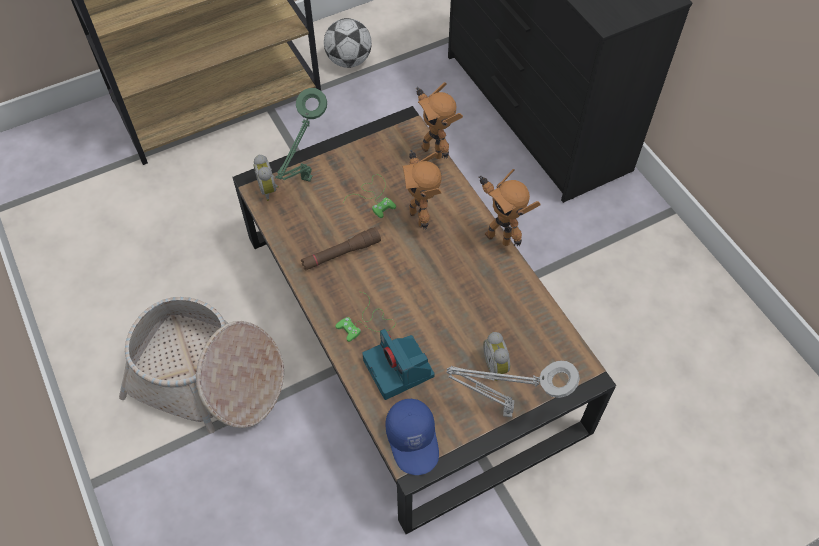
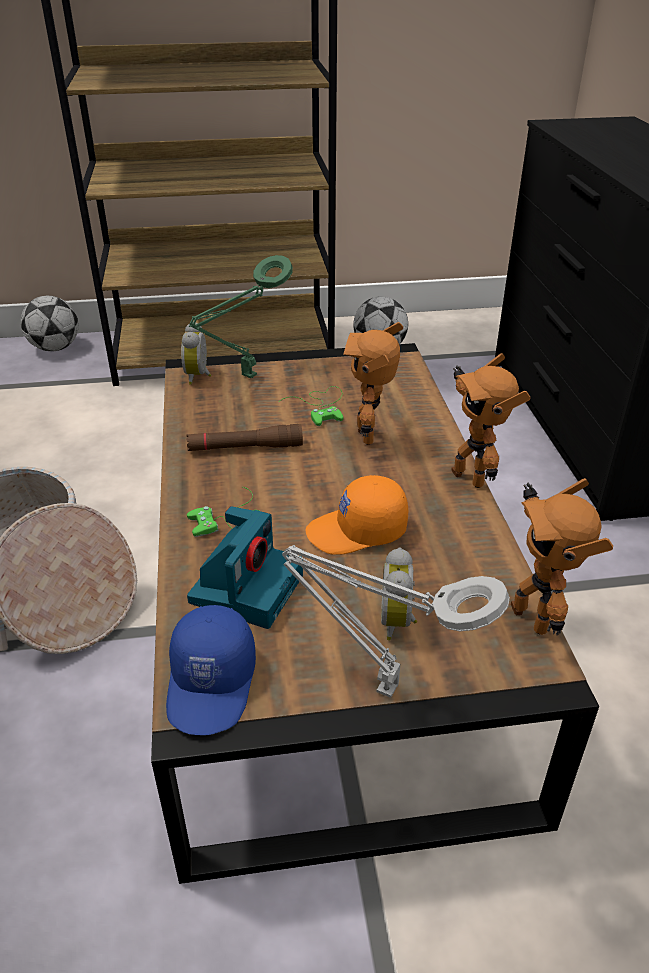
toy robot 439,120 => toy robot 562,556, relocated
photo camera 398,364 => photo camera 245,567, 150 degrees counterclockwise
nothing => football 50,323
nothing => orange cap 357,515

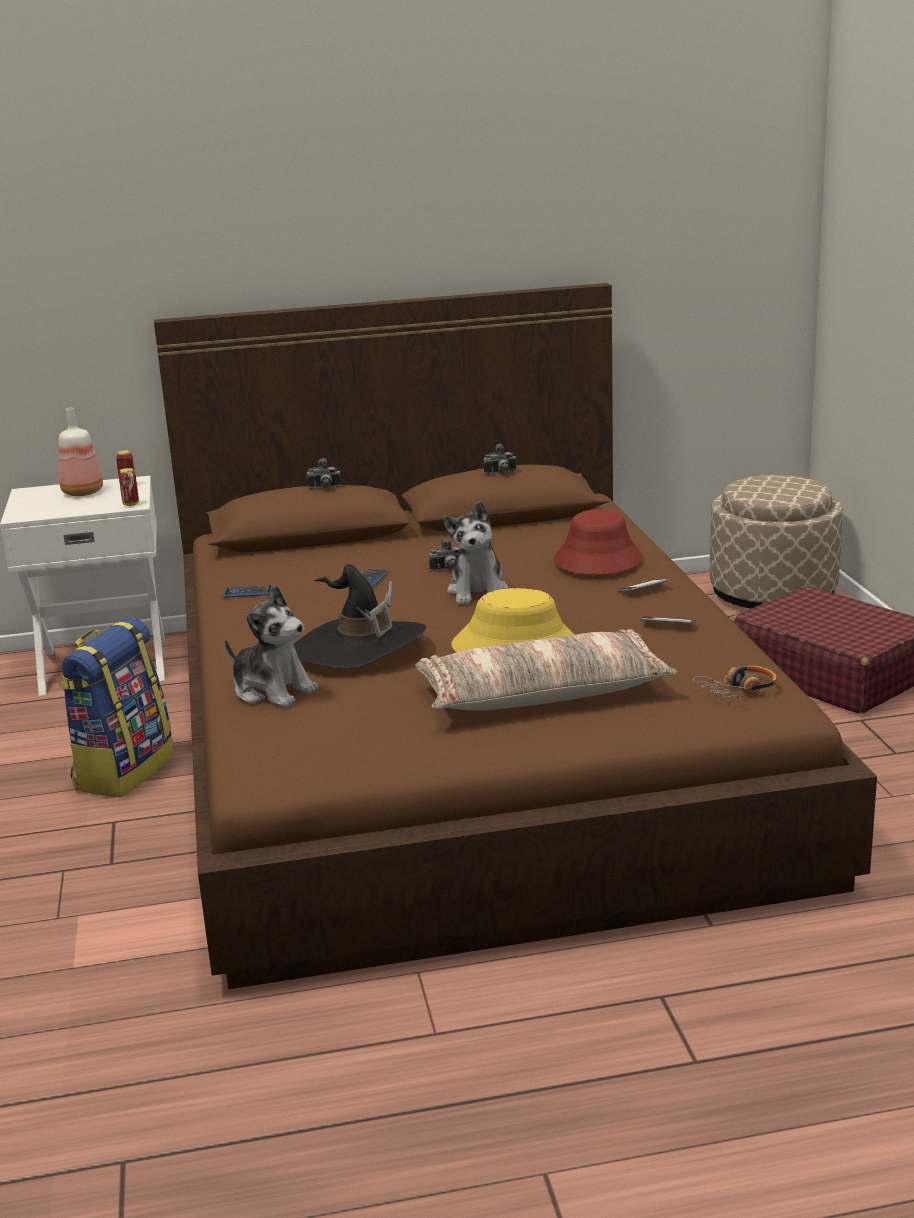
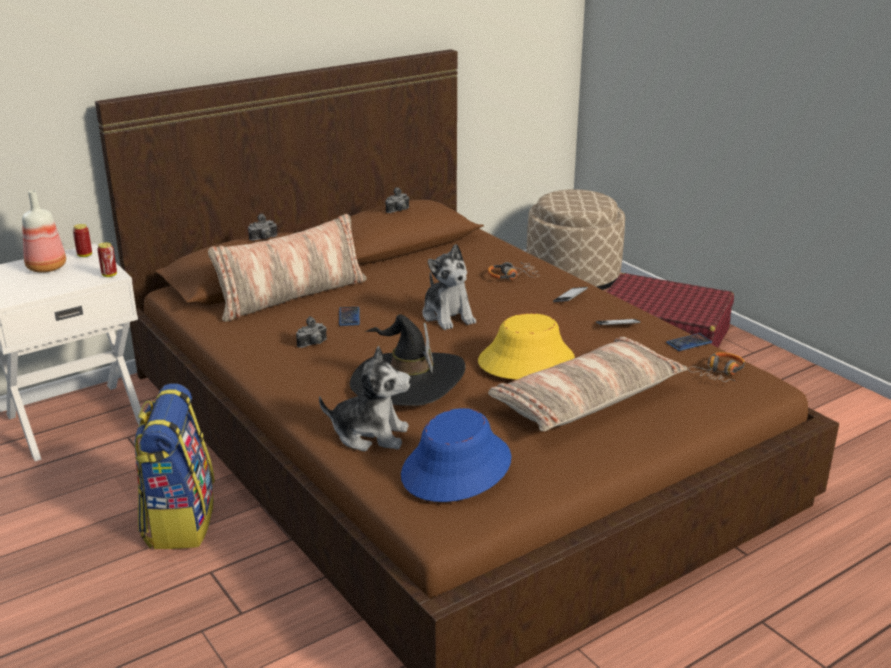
red hat 598,542 => headphones 514,270
photo camera 445,554 => photo camera 311,332, relocated
phone 248,591 => phone 689,342, relocated
nothing => pillow 287,268
nothing => blue hat 456,455

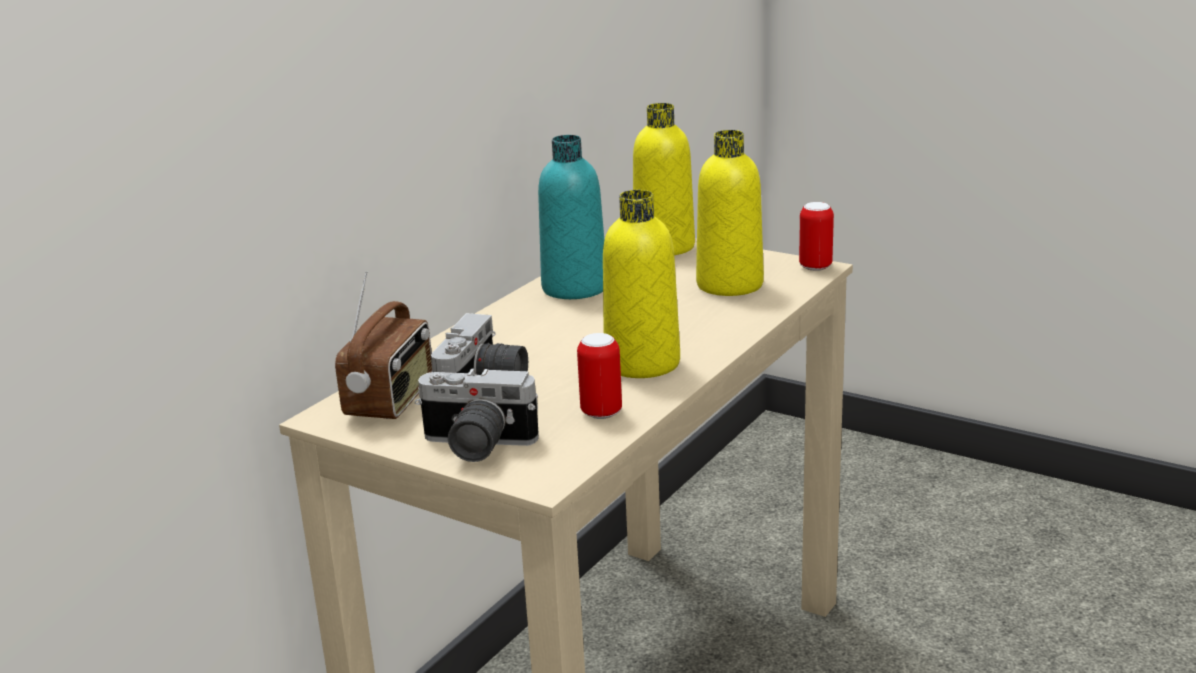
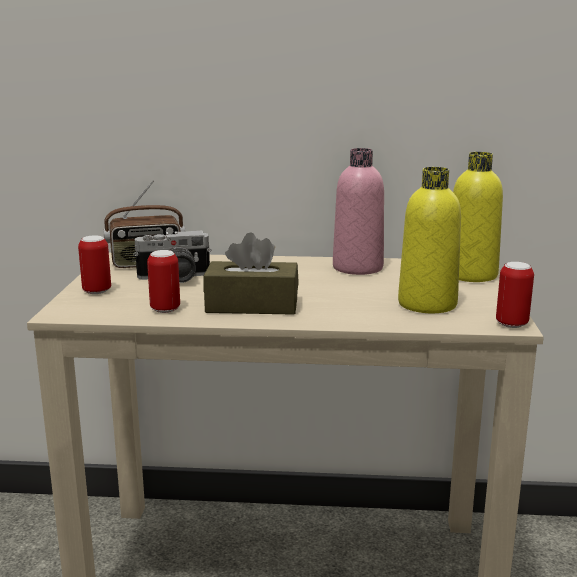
turquoise bottle 571,217 => pink bottle 358,211
yellow bottle 641,284 => brown tissue box 251,273
photo camera 477,415 => can 94,265

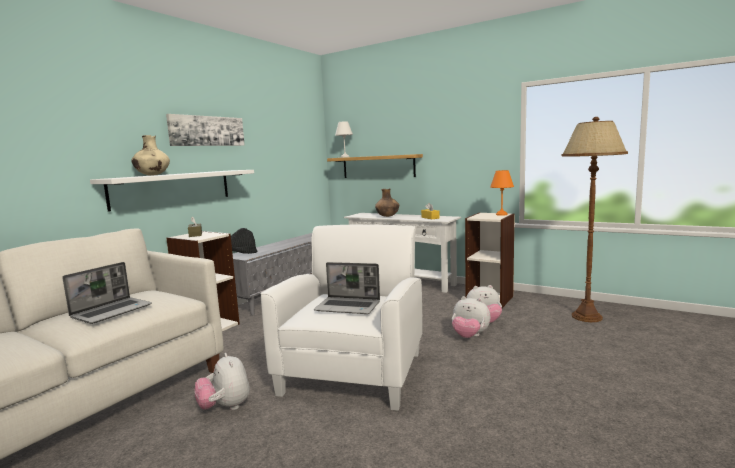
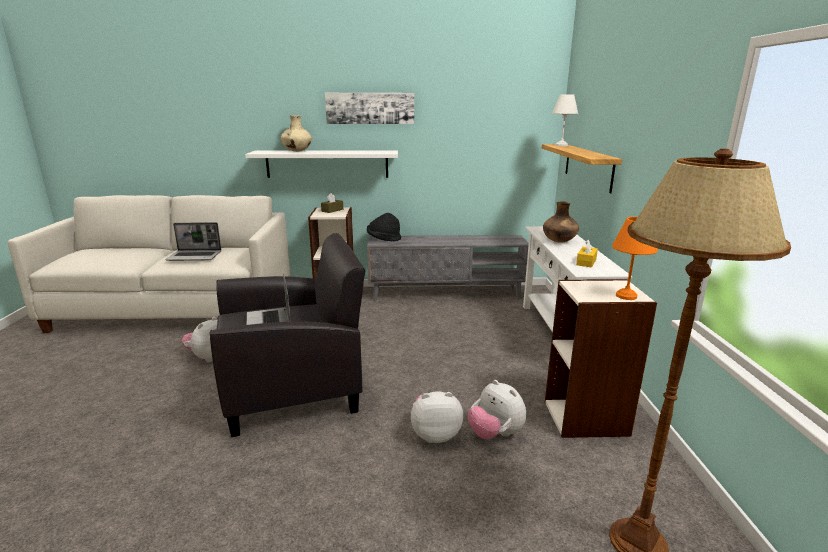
white armchair 341,317 => black armchair 287,335
plush toy 471,317 => plush toy 437,417, 90 degrees clockwise

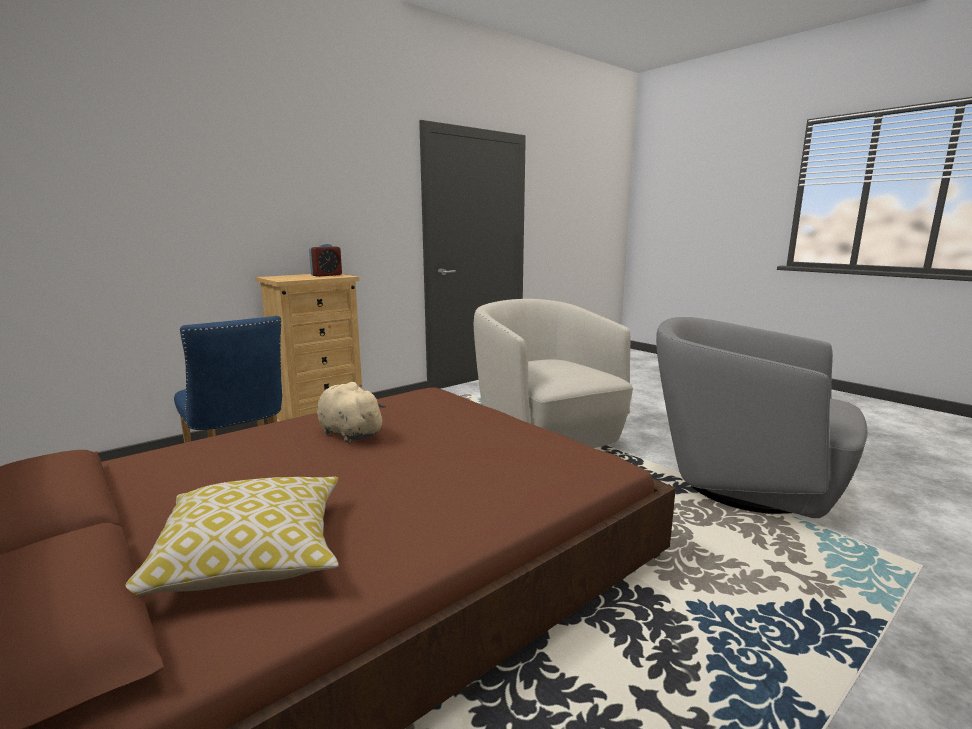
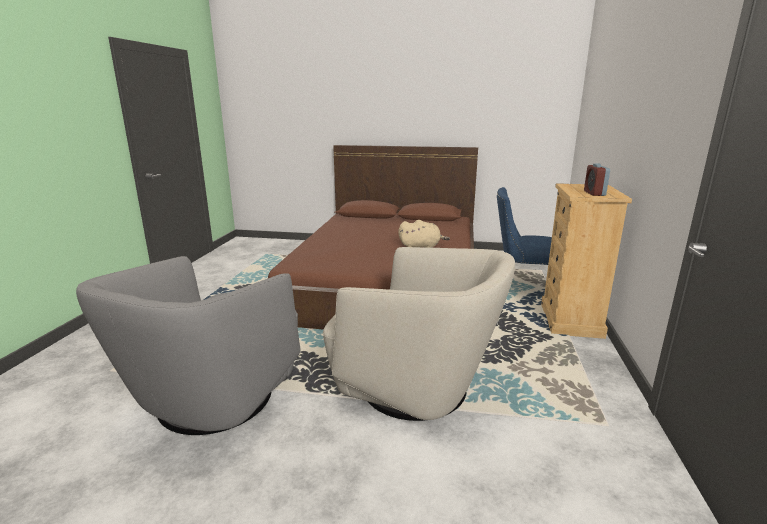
grey armchair 761,417 => grey armchair 188,345, 120 degrees clockwise
pillow 232,536 => nothing

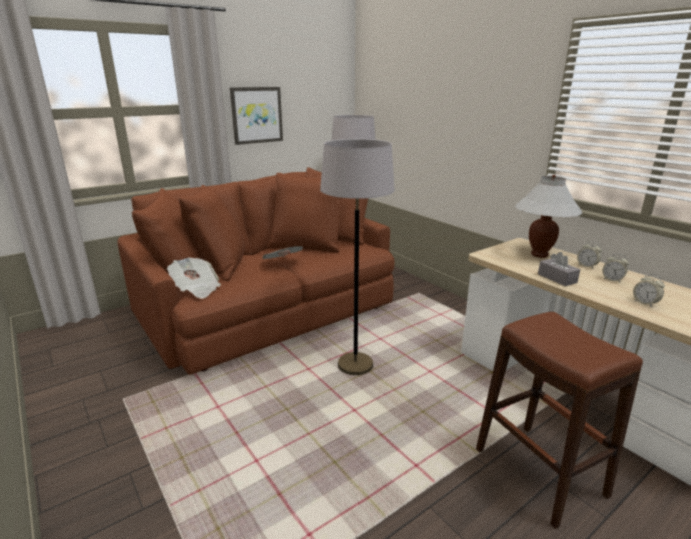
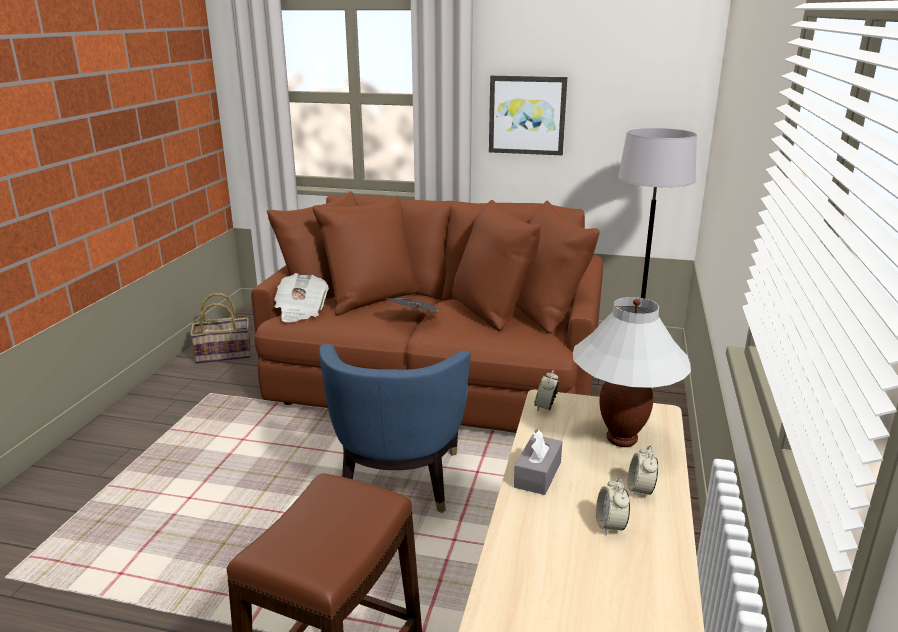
grey floor lamp 357,257 => blue armchair 395,428
alarm clock 649,290 => alarm clock 546,391, relocated
nothing => basket 220,328

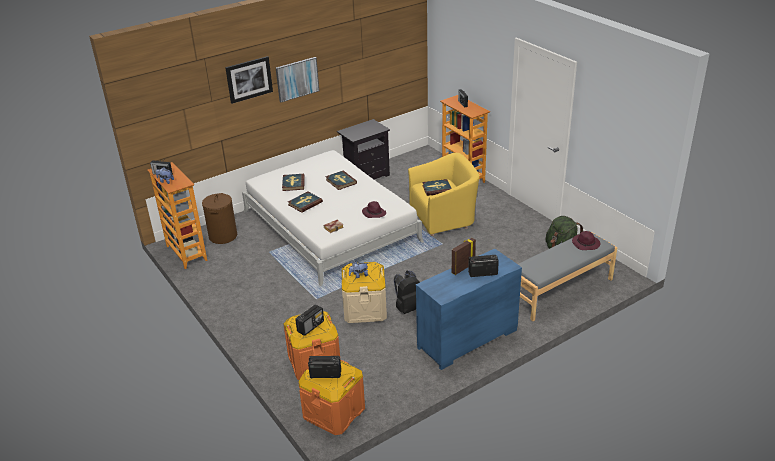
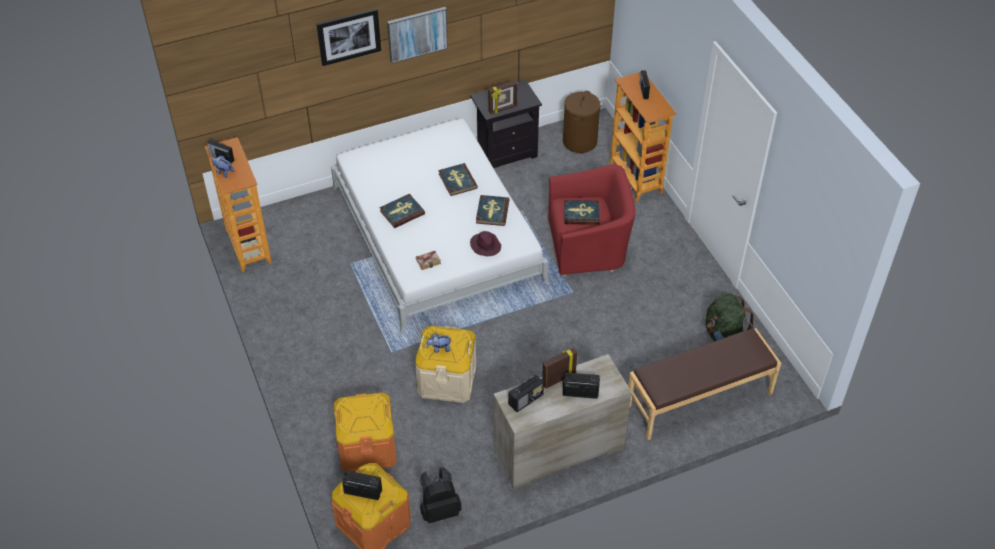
yellow armchair 443,194 => red armchair 592,220
book 293,182 => book 493,210, relocated
brown laundry basket 219,218 => brown laundry basket 582,122, relocated
grey bench 568,276 => brown bench 704,384
purple hat 586,240 => nothing
blue dresser 469,309 => beige dresser 563,422
black backpack 407,292 => black backpack 441,495, relocated
radio 309,320 => radio 526,393, relocated
nothing => picture frame 502,97

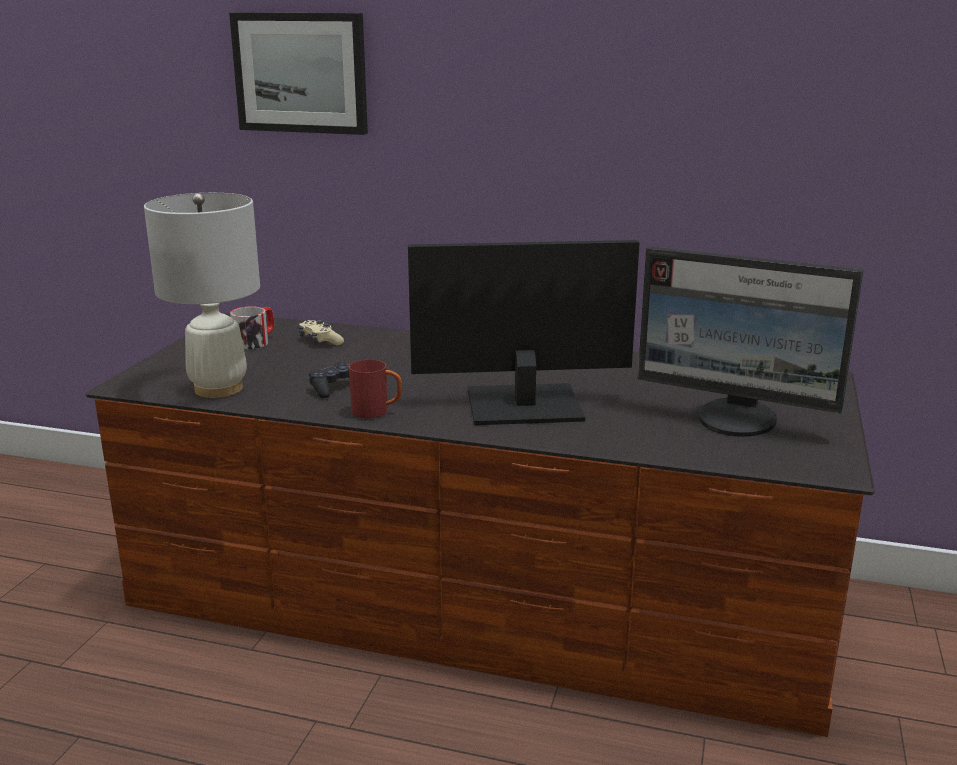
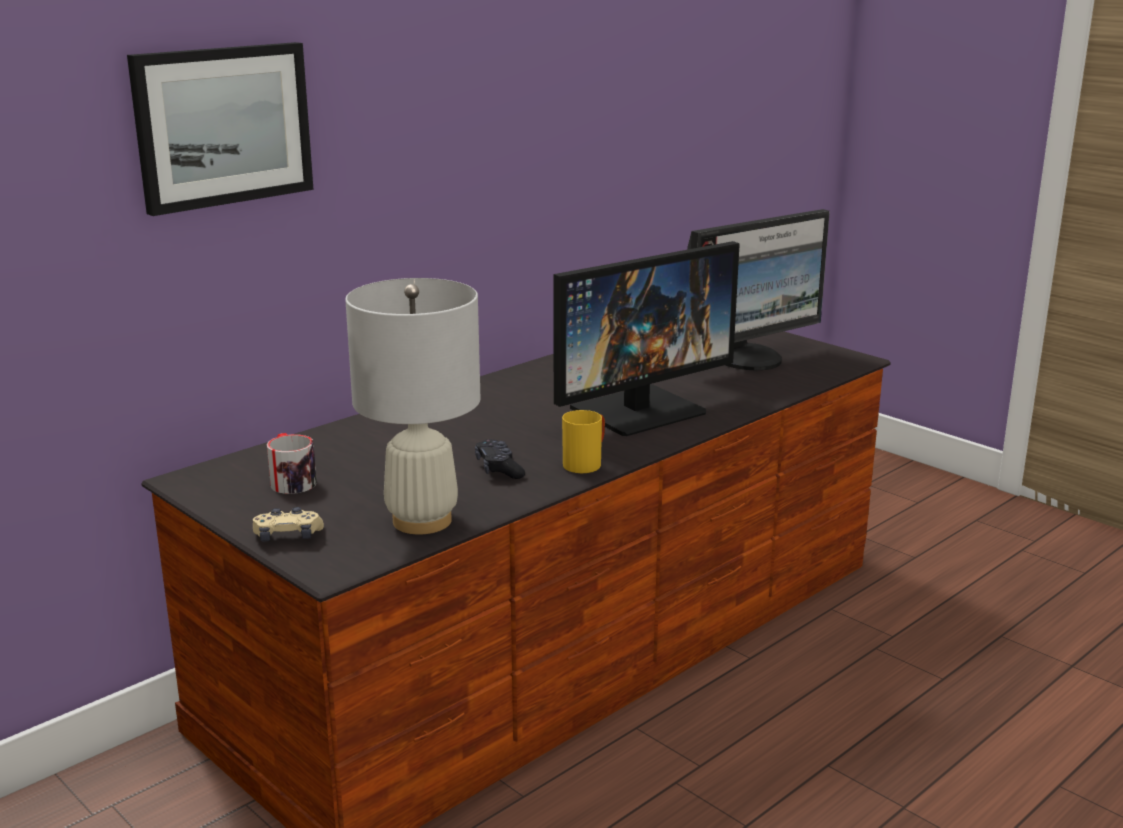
monitor 524,332 => monitor 646,338, 150 degrees counterclockwise
beige game controller 321,332 => beige game controller 288,524, relocated
red mug 375,389 => yellow mug 583,441

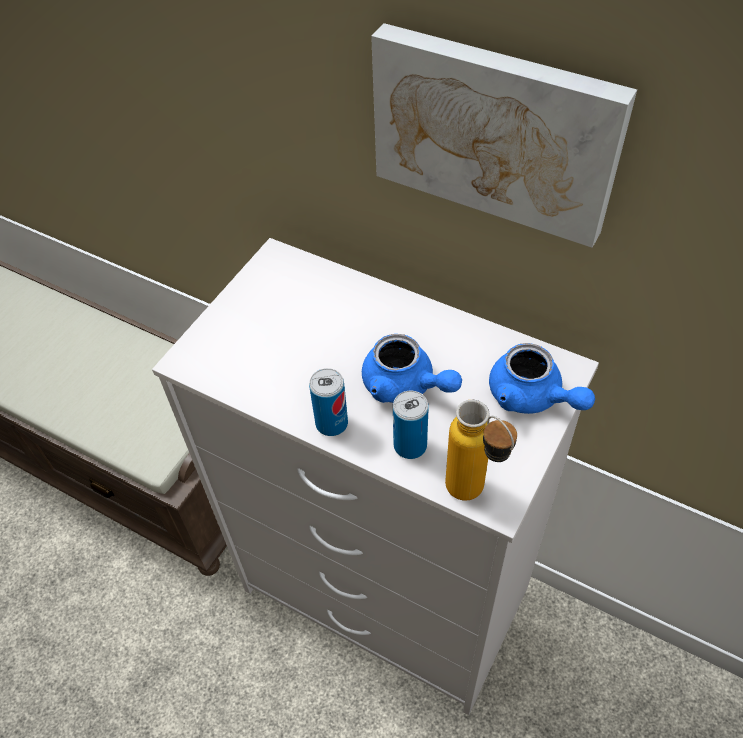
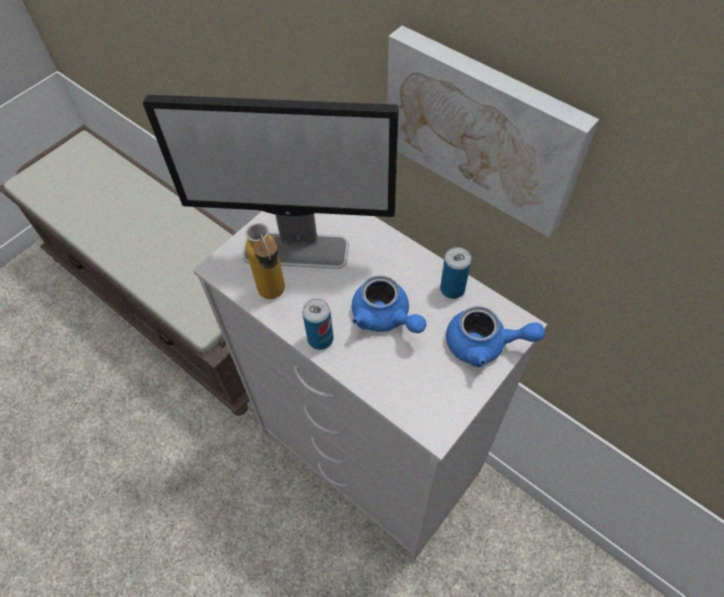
blue teapot 542,378 => blue teapot 495,336, 45 degrees counterclockwise
can 411,425 => can 455,273, relocated
bottle 481,450 => bottle 265,261, relocated
nothing => monitor 271,182

